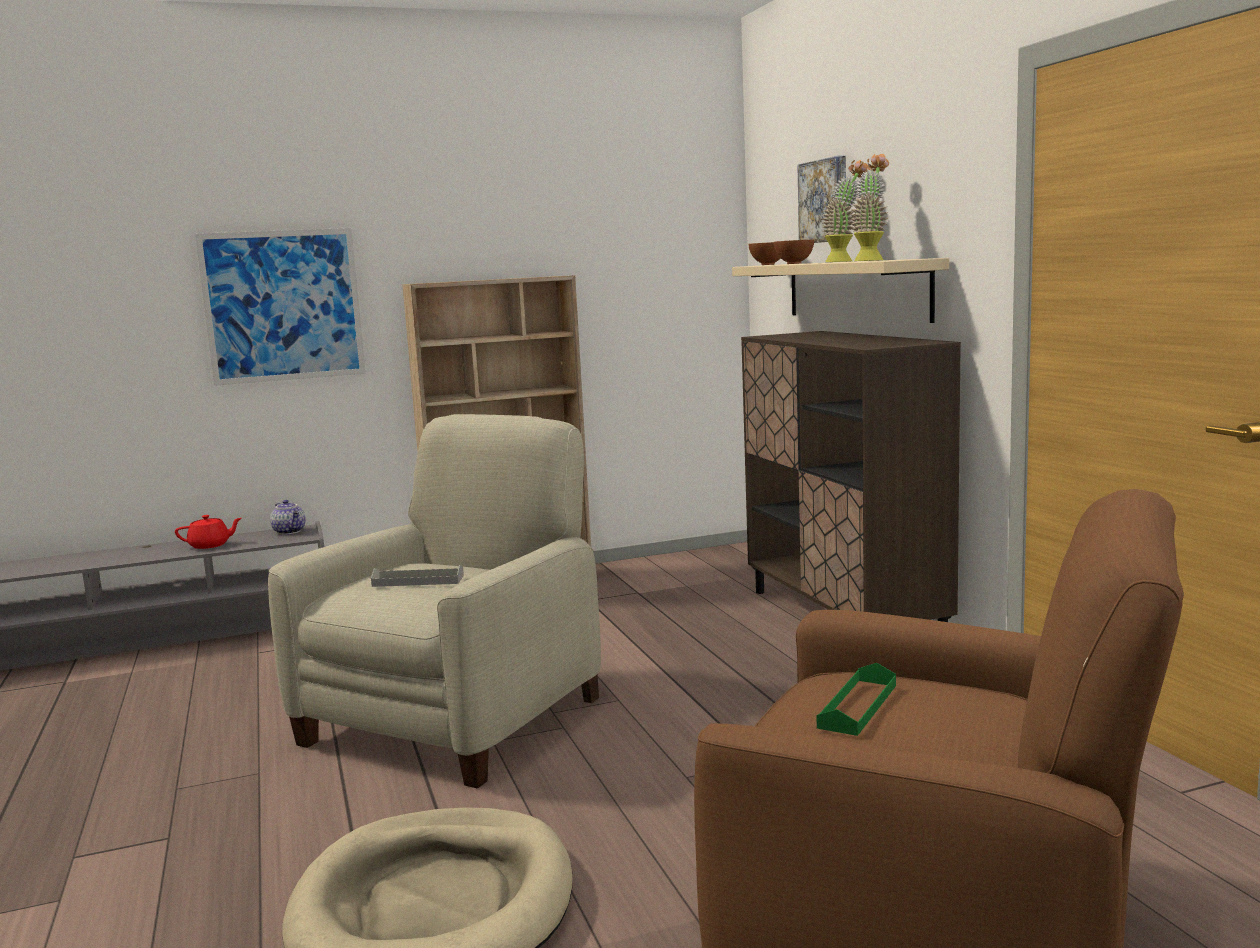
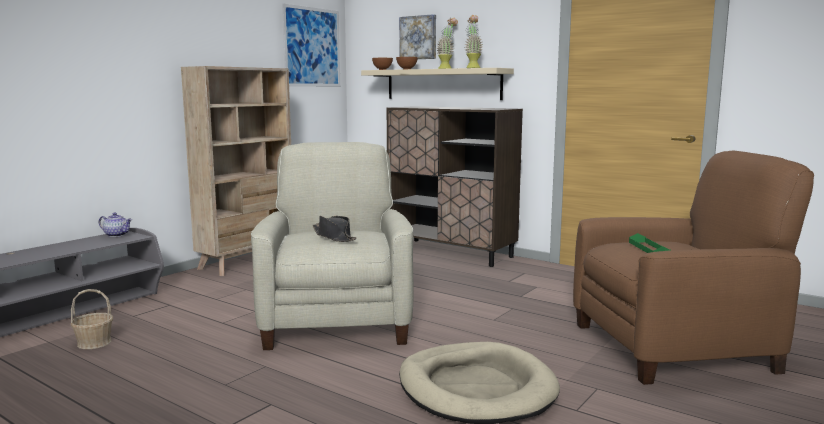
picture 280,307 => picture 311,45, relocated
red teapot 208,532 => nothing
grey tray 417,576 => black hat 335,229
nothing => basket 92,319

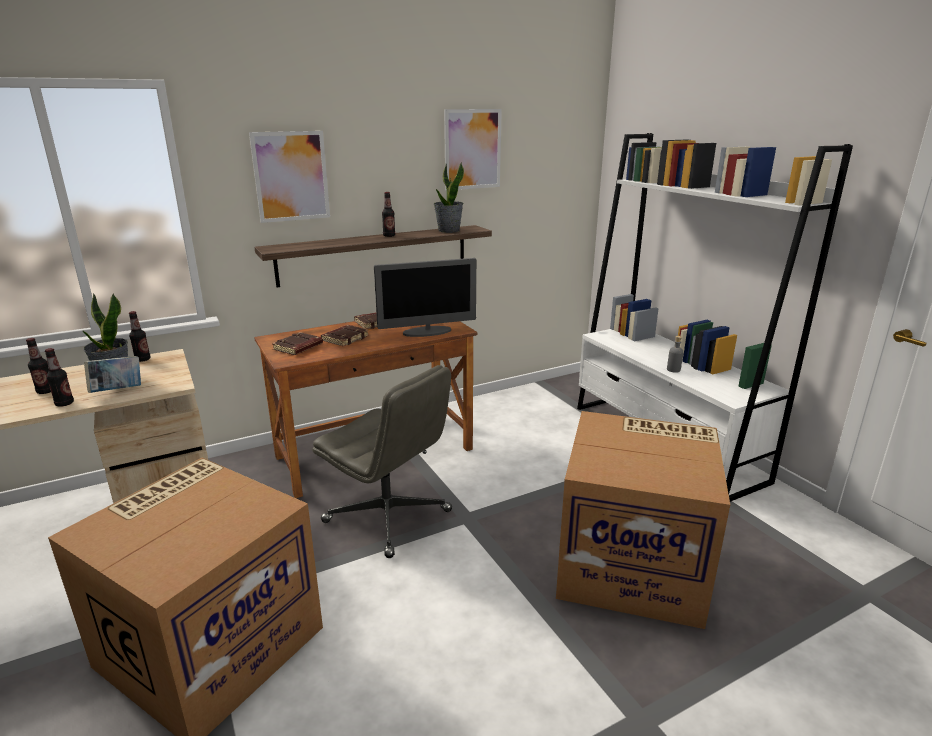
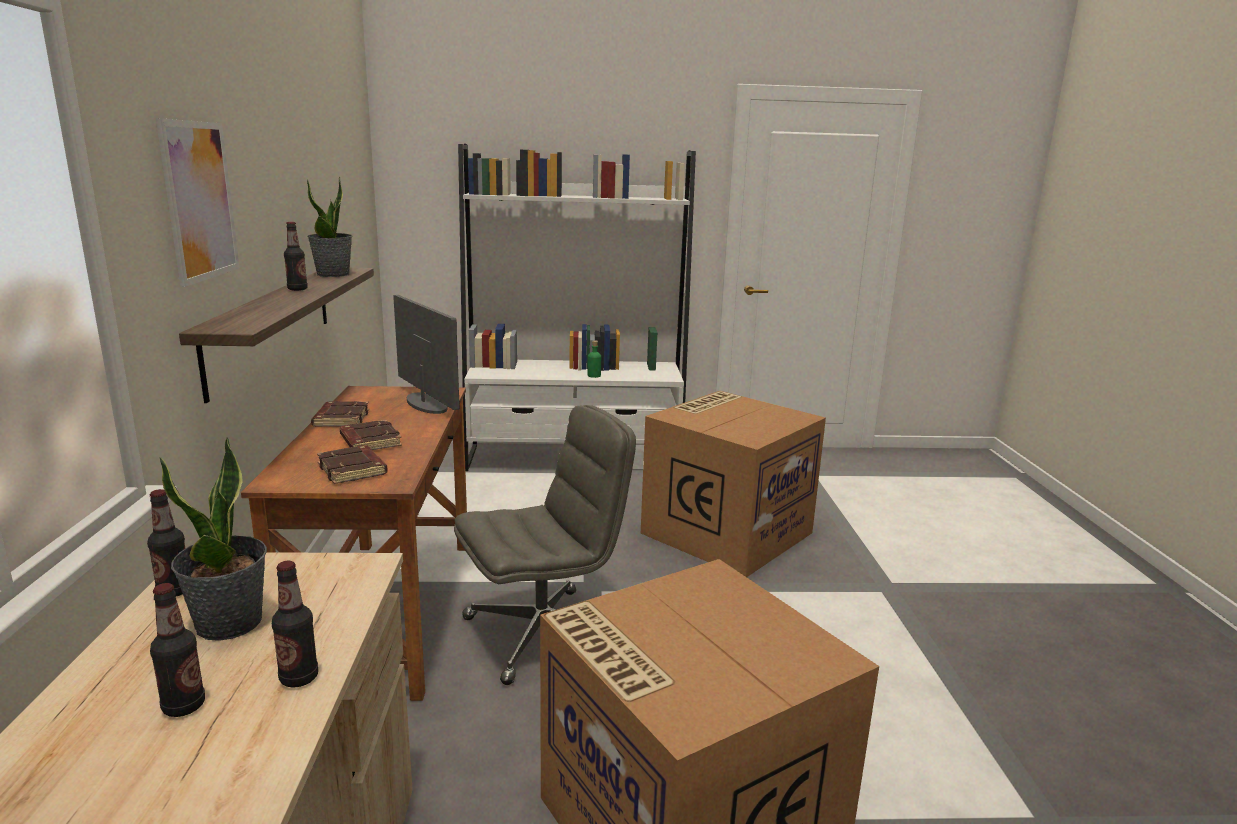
picture 473,149 => nothing
monitor 425,297 => monitor 426,354, 45 degrees counterclockwise
grey bottle 675,354 => green bottle 594,359
book 112,374 => nothing

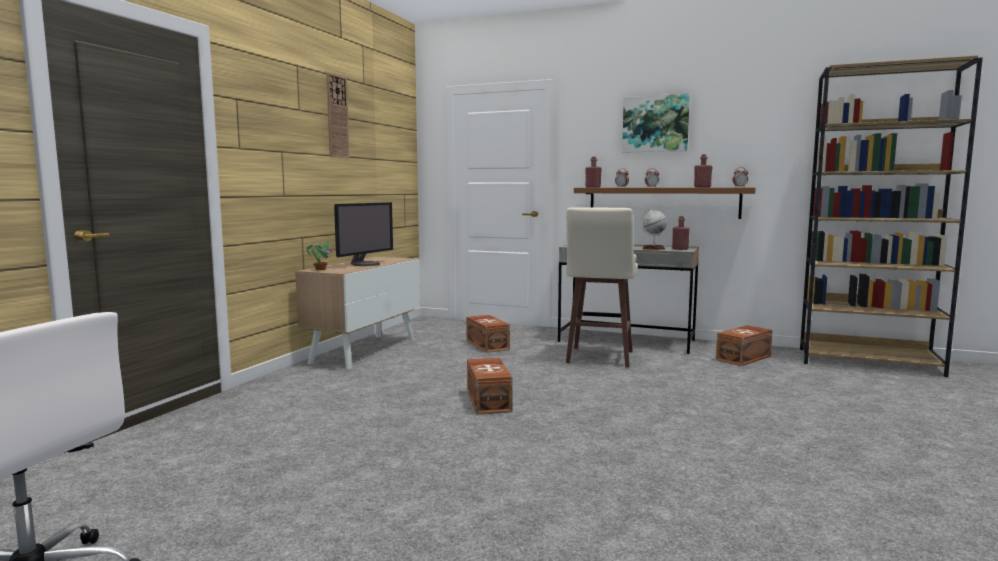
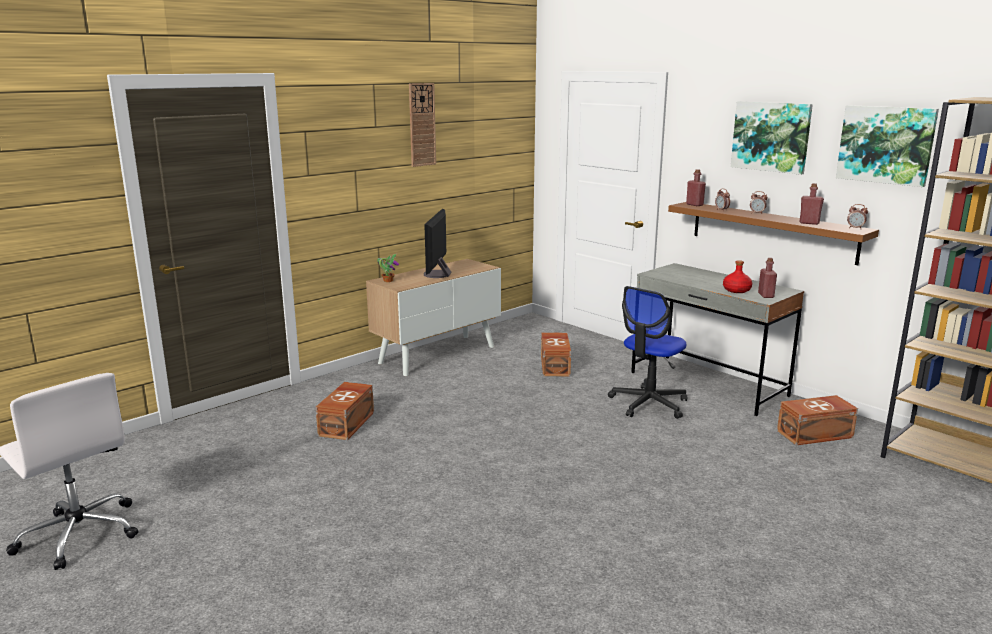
monitor 363,234 => monitor 437,243, 135 degrees clockwise
beige stool 602,287 => office chair 647,352
globe 654,229 => red bottle 737,276
brown storage box 490,386 => brown storage box 345,411, relocated
nothing => picture 887,146

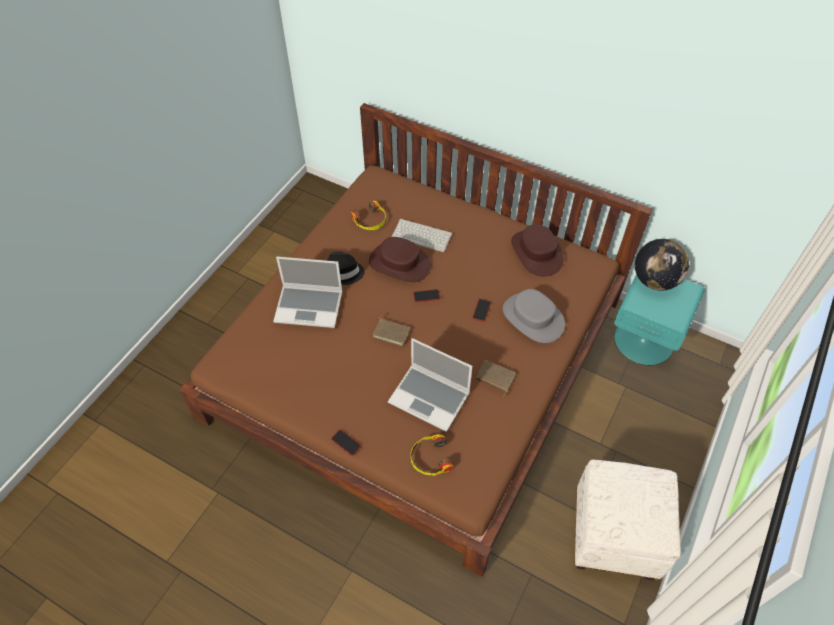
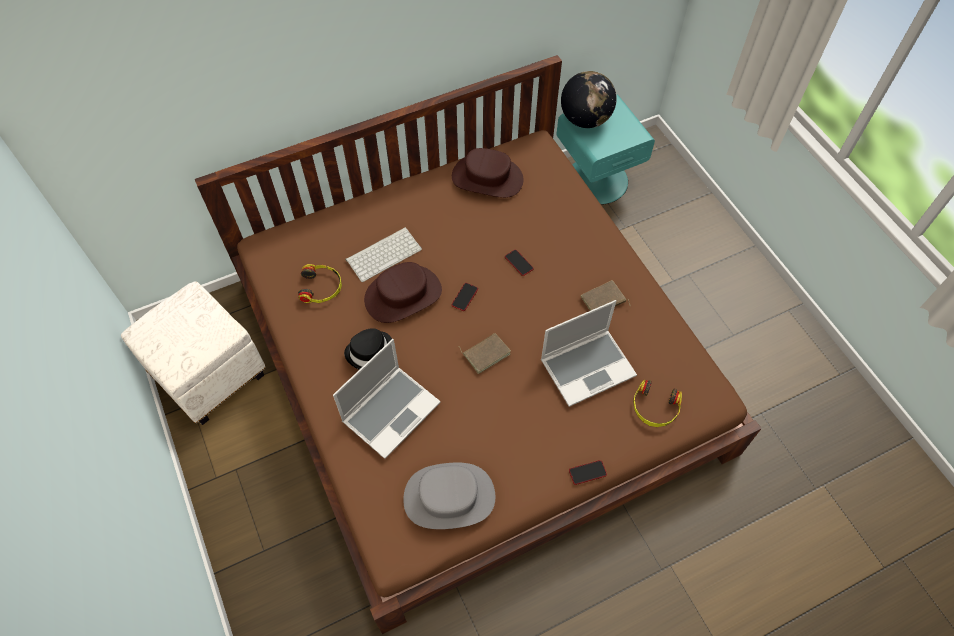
grey hat 534,316 => grey hat 449,496, relocated
white ottoman 627,520 => white ottoman 193,353, relocated

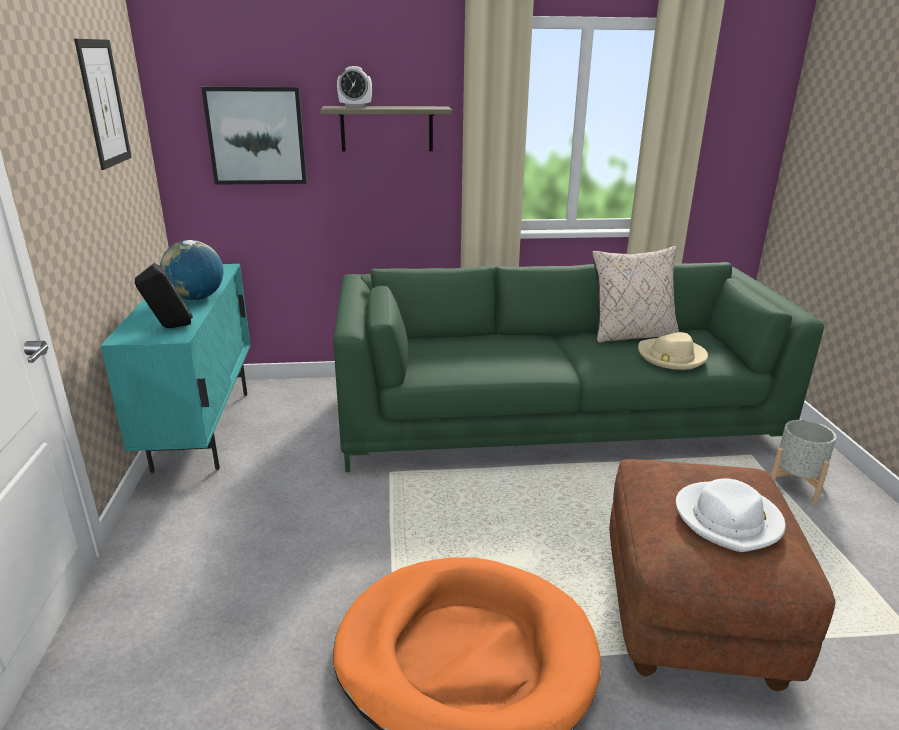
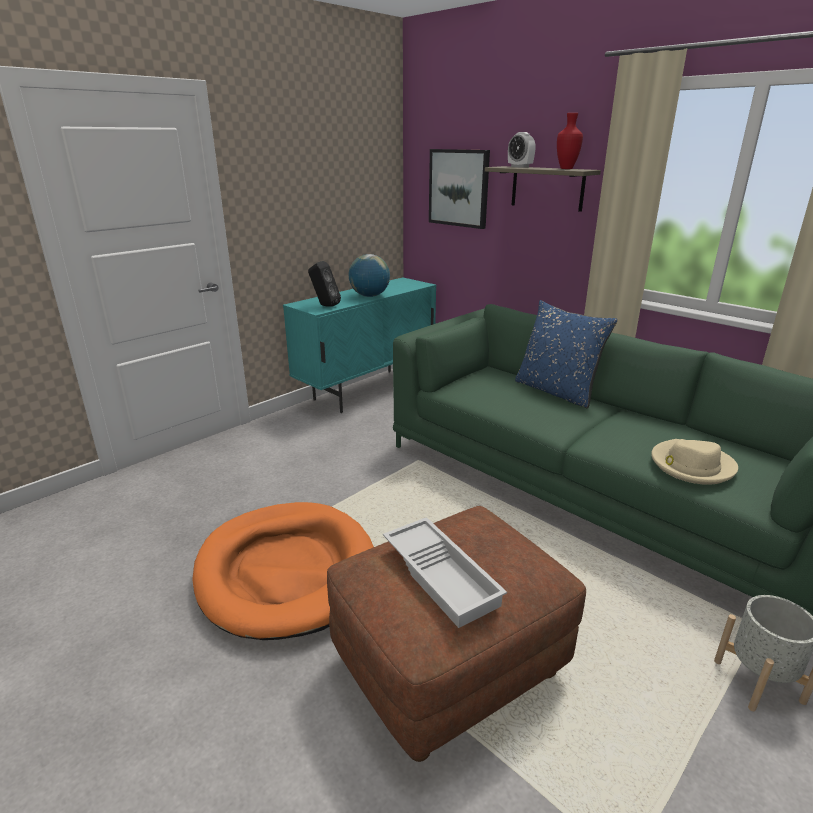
picture 103,104 => nothing
beige pillow 635,294 => nothing
white hat 731,515 => white tray 445,572
nothing => red vase 570,141
nothing => blue pillow 566,354

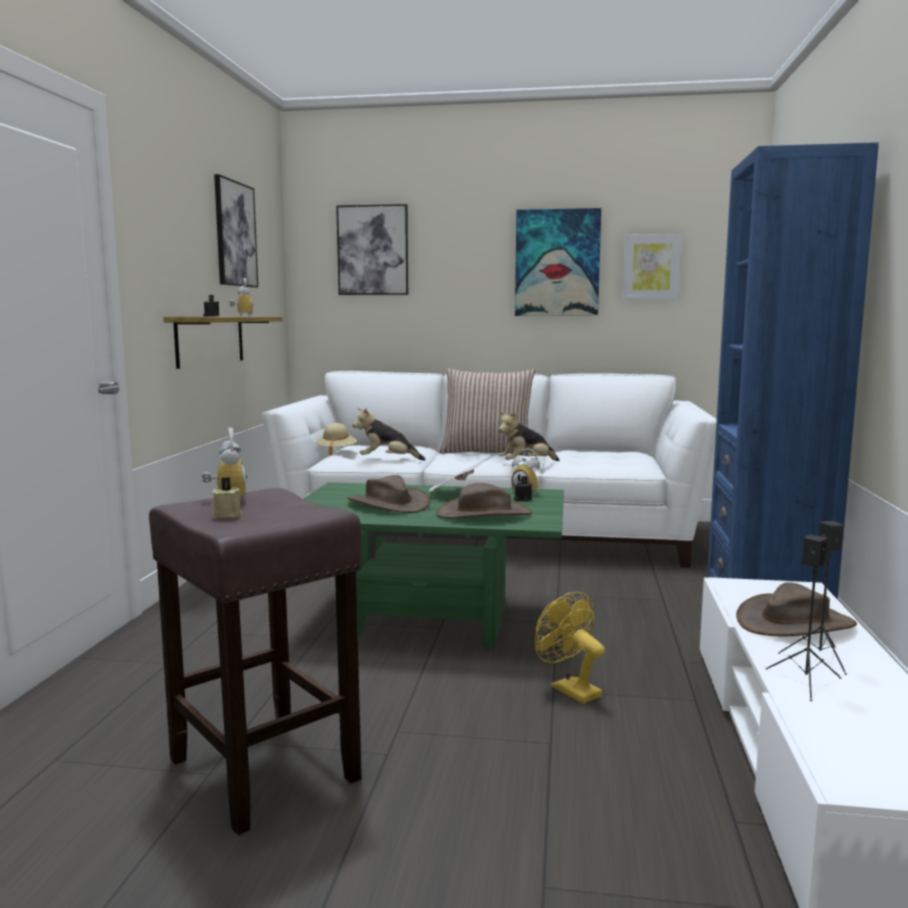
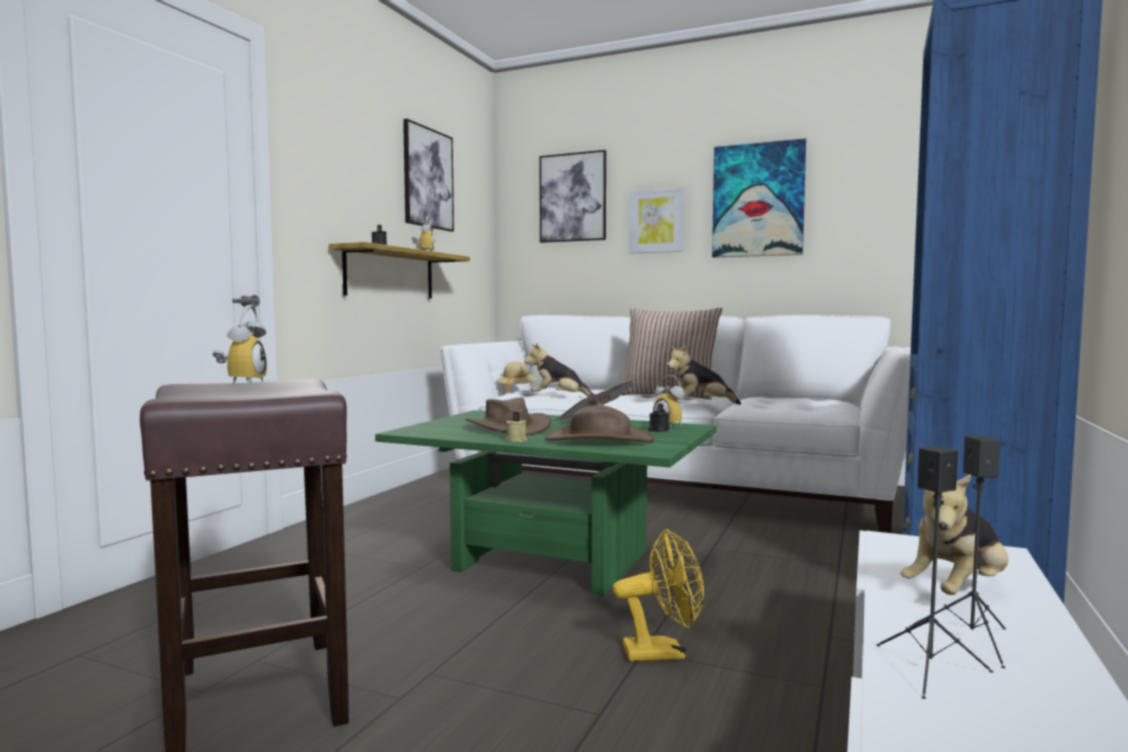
picture 652,267 => picture 657,220, relocated
beige candle 227,497 => beige candle 516,426, relocated
brown hat 796,609 => plush toy 954,534
yellow fan 570,647 => yellow fan 658,595, 105 degrees clockwise

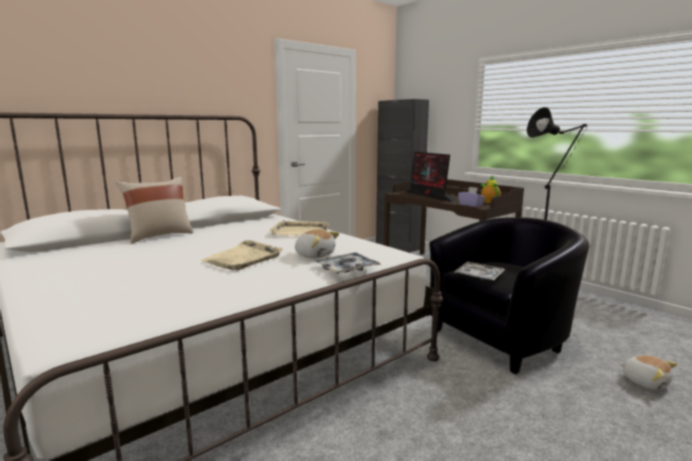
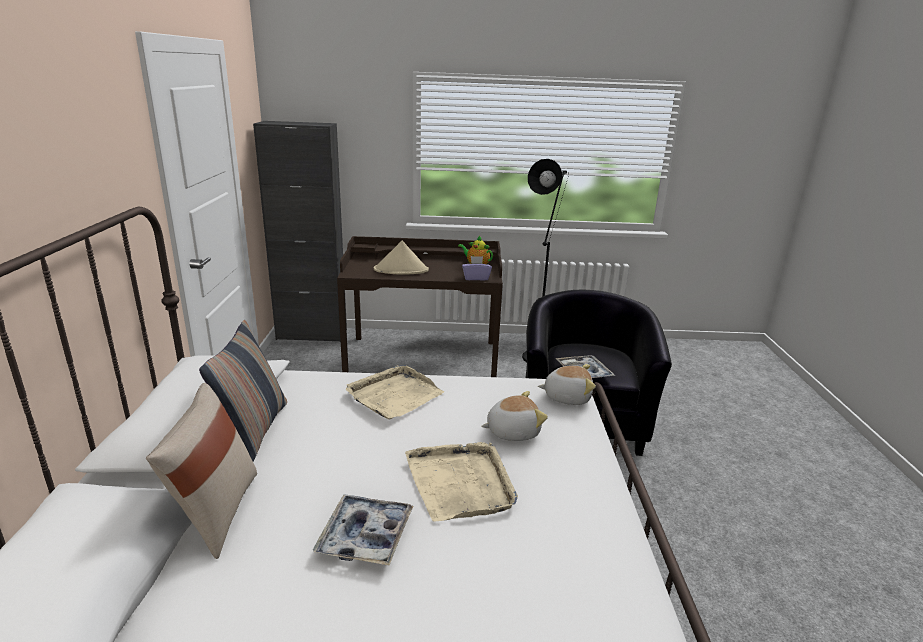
monitor 431,177 => beige hat 401,257
tray 347,263 => tray 363,530, relocated
plush toy 648,372 => plush toy 567,384, relocated
nothing => pillow 243,390

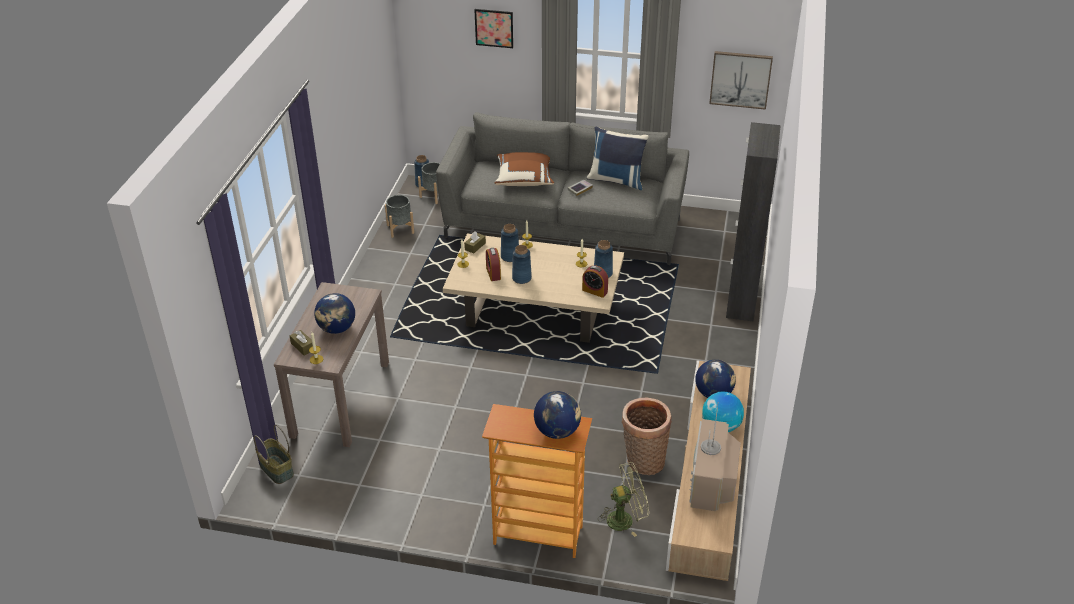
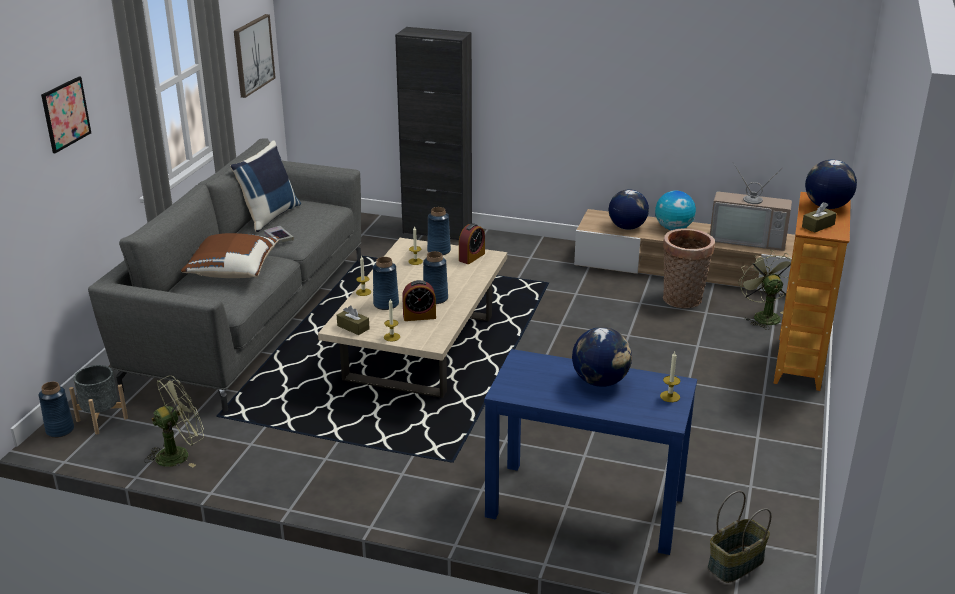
grey planter 399,216 => green fan 174,421
brown console table 331,364 => blue console table 590,452
brown tissue box 301,342 => brown tissue box 819,217, relocated

